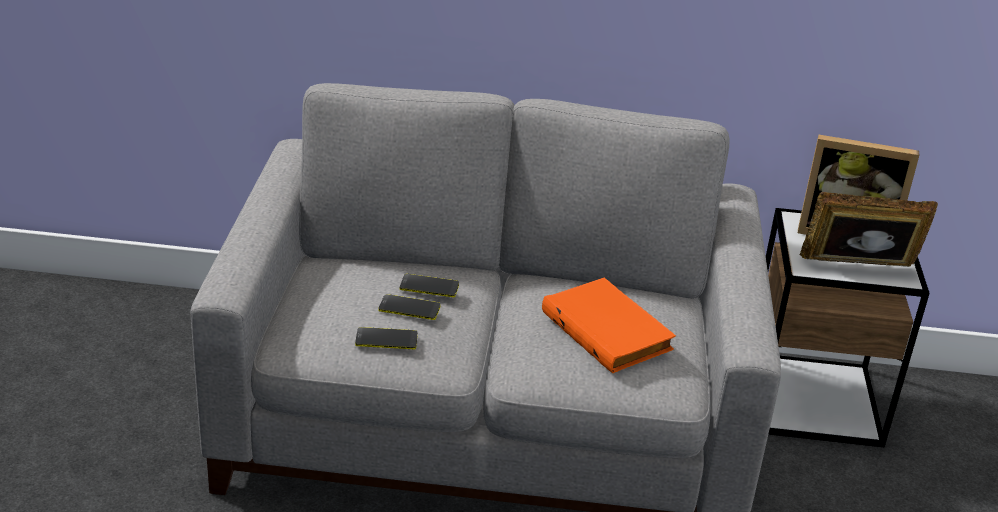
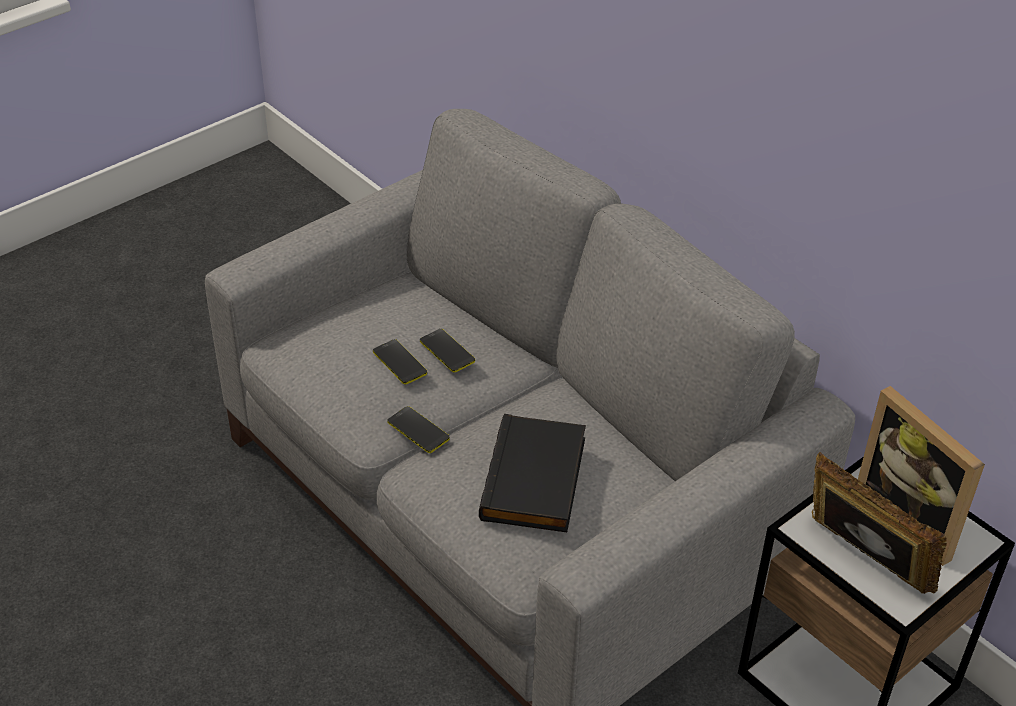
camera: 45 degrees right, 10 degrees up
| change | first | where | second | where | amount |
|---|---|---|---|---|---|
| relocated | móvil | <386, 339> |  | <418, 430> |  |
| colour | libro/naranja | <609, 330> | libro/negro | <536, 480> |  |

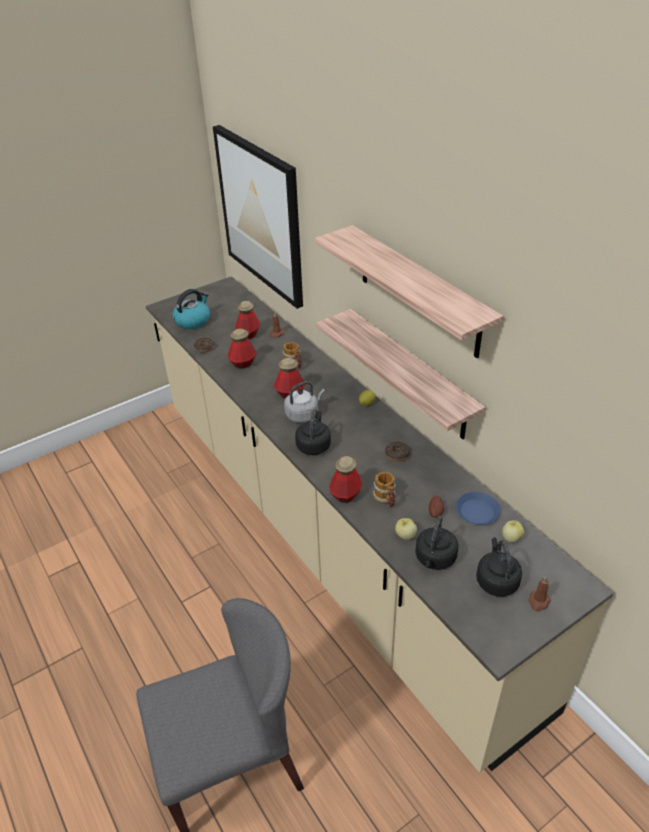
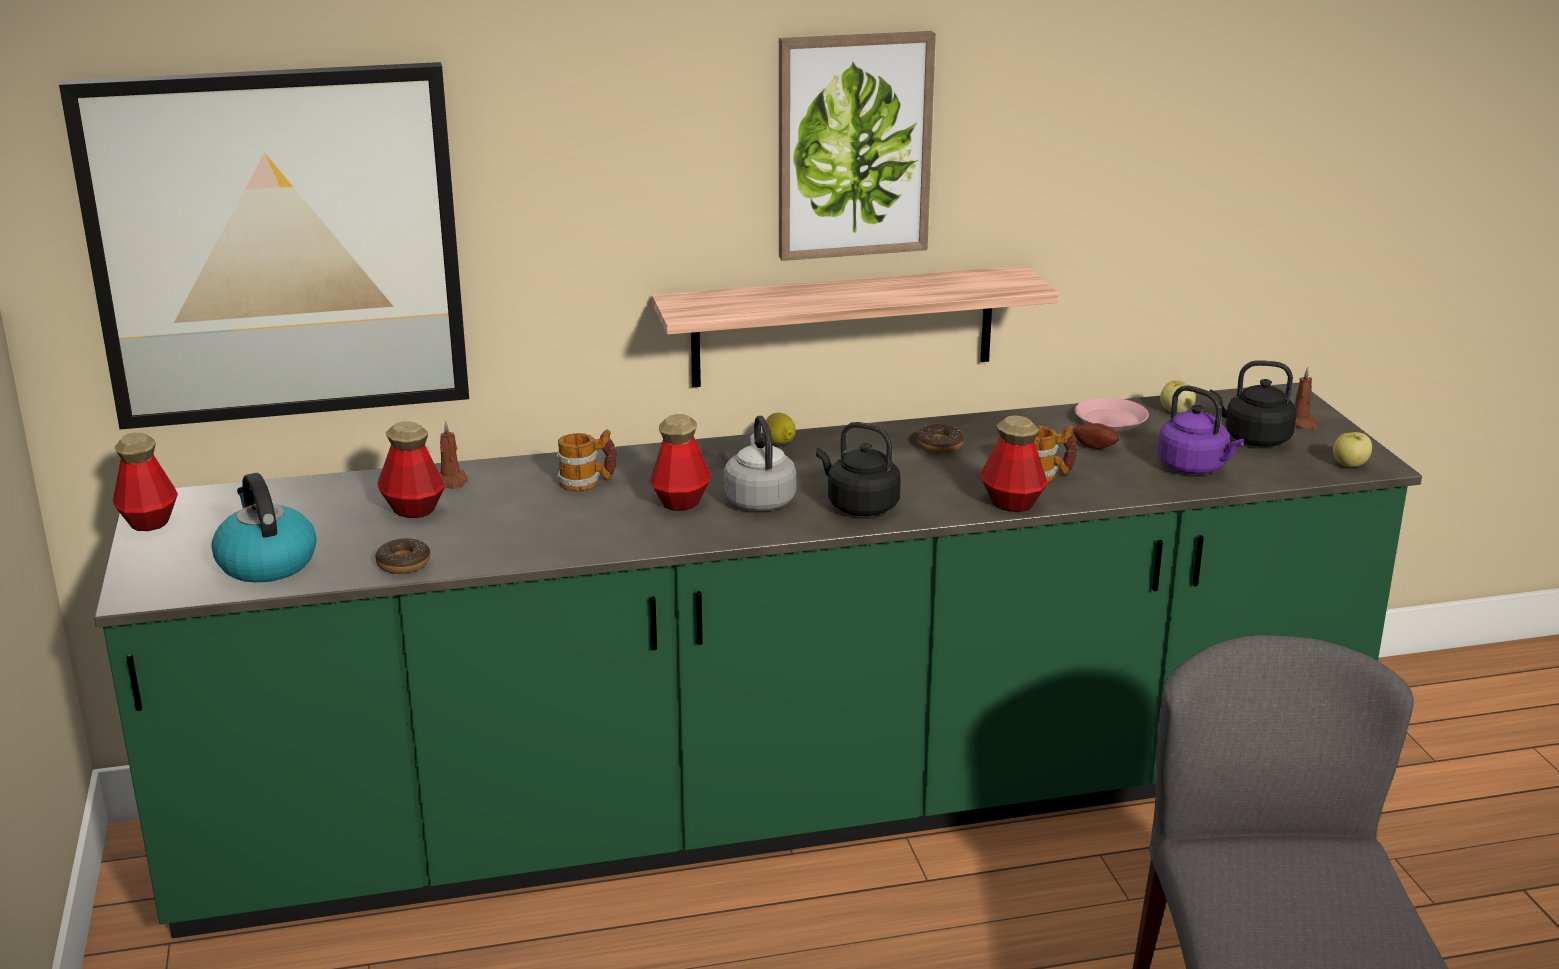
camera: 70 degrees left, 15 degrees down
| change | first | where | second | where | amount |
|---|---|---|---|---|---|
| colour | mueble bajo de cocina/beis | <328, 538> | mueble bajo de cocina/verde | <779, 810> |  |
| relocated | botella | <243, 363> |  | <149, 521> |  |
| exchanged | estante | <418, 291> | cuadro | <853, 145> |  |
| colour | plato/azul | <477, 512> | plato/rosa | <1111, 420> |  |
| colour | hervidor/negro | <434, 559> | hervidor/morado | <1195, 468> |  |
| relocated | manzana | <405, 535> |  | <1350, 465> |  |

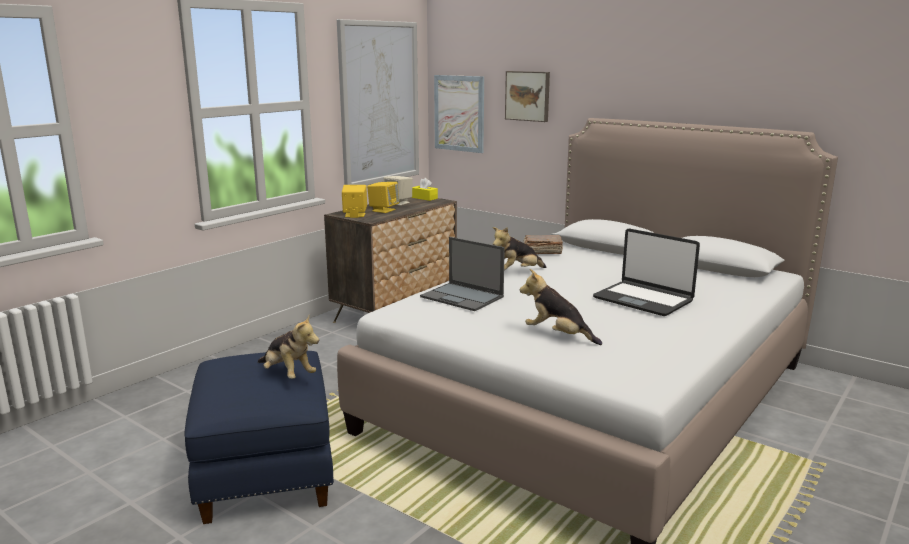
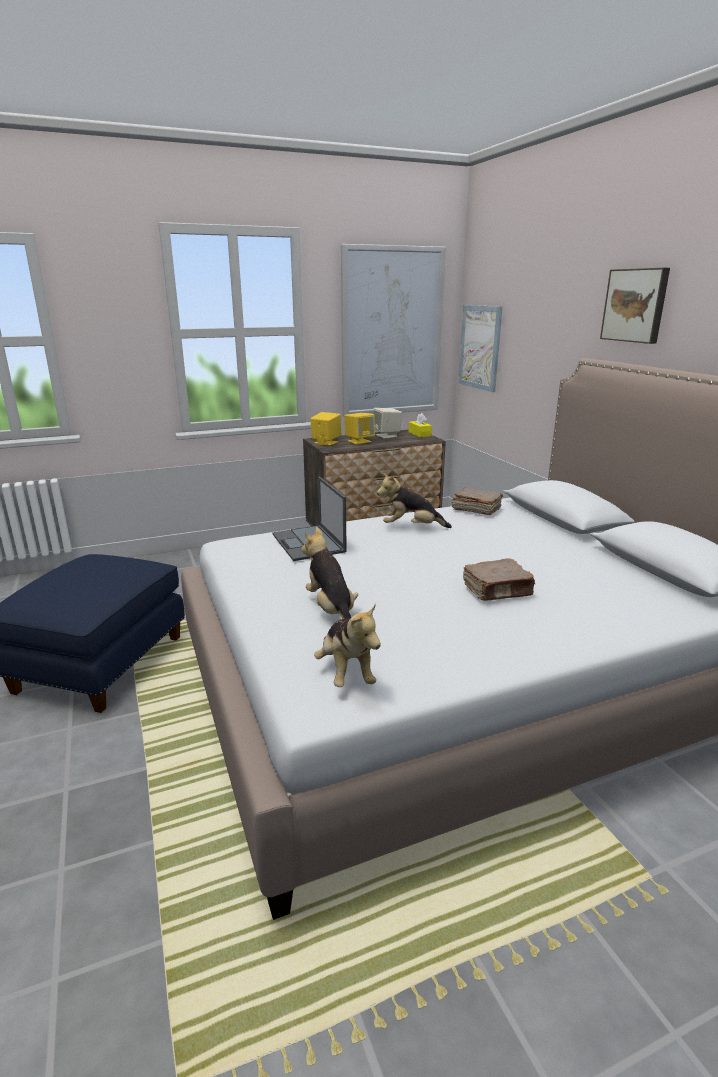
camera: 30 degrees right, 5 degrees up
| change | first | where | second | where | amount |
|---|---|---|---|---|---|
| relocated | peluche | <288, 374> |  | <346, 672> |  |
| exchanged | portátil | <643, 299> | libro/marrón | <498, 591> |  |
| relocated | cuadro | <528, 96> |  | <635, 305> |  |

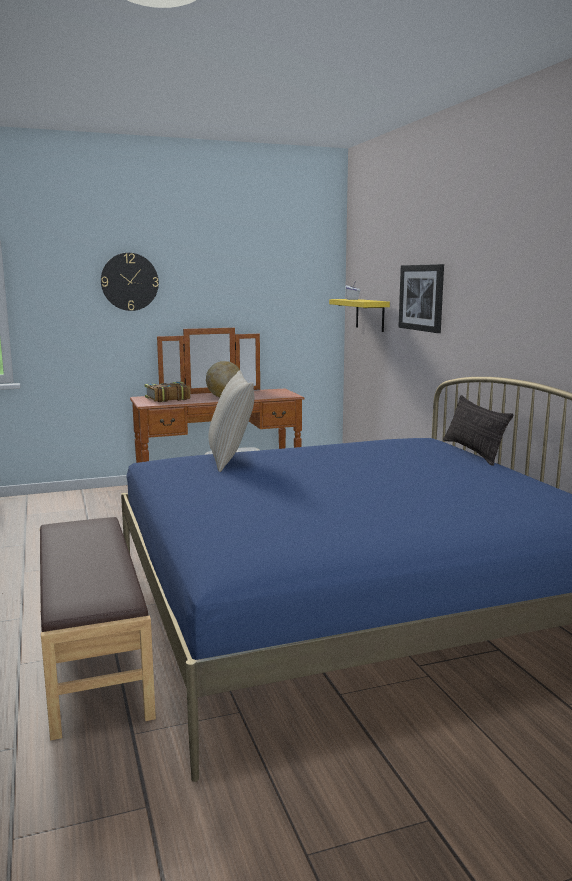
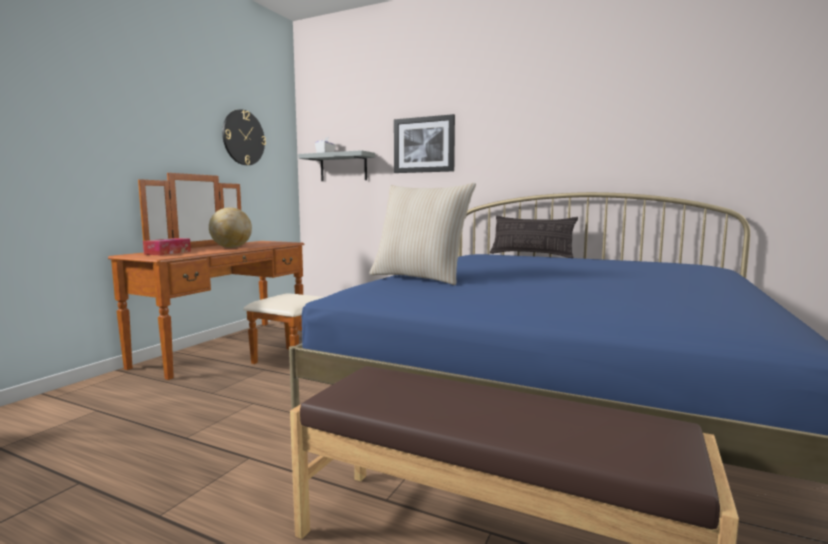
camera: 45 degrees left, 5 degrees down
| change | first | where | second | where | amount |
|---|---|---|---|---|---|
| exchanged | libro | <167, 398> | caja de pañuelos | <168, 253> |  |
| relocated | reloj de pared | <129, 281> |  | <243, 137> |  |
| colour | estante/amarillo | <370, 314> | estante/gris | <343, 167> |  |

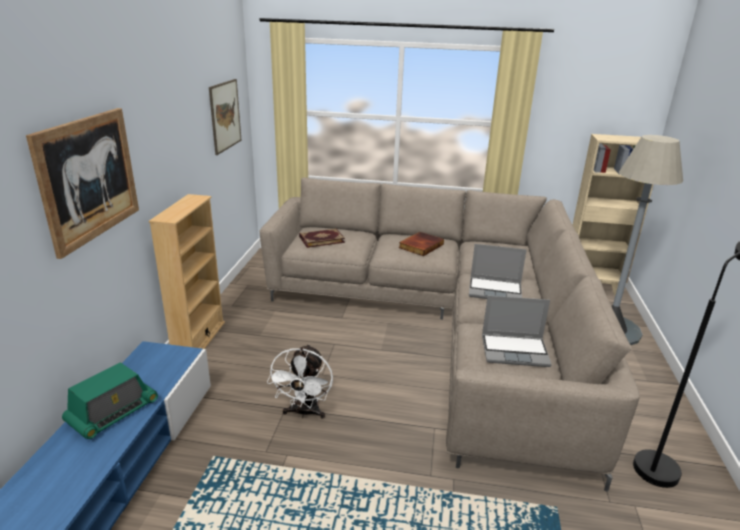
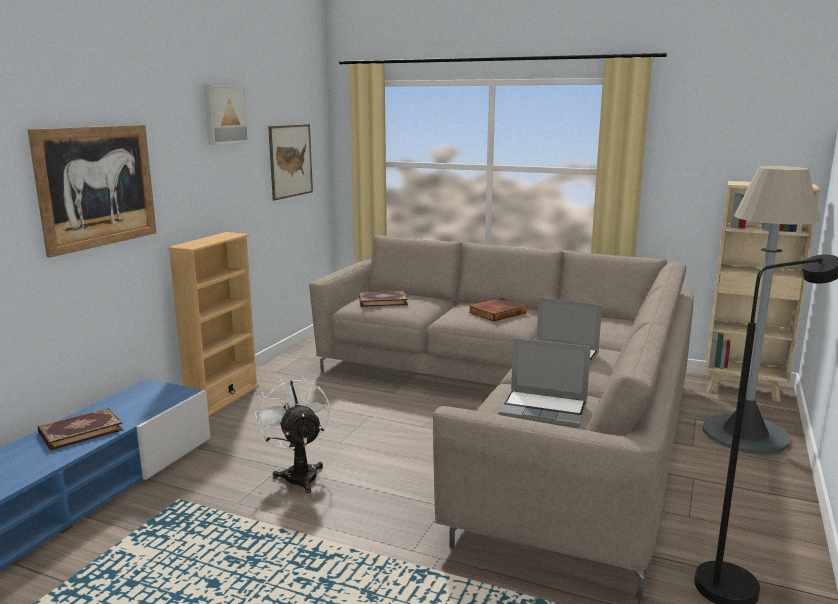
camera: 15 degrees right, 10 degrees down
| change | first | where | second | where | amount |
|---|---|---|---|---|---|
| exchanged | radio | <113, 413> | libro | <80, 431> |  |
| appeared |  |  | cuadro | <224, 114> |  |
| spun | ventilador/blanco | <304, 413> |  | <299, 474> | 135 degrees clockwise |

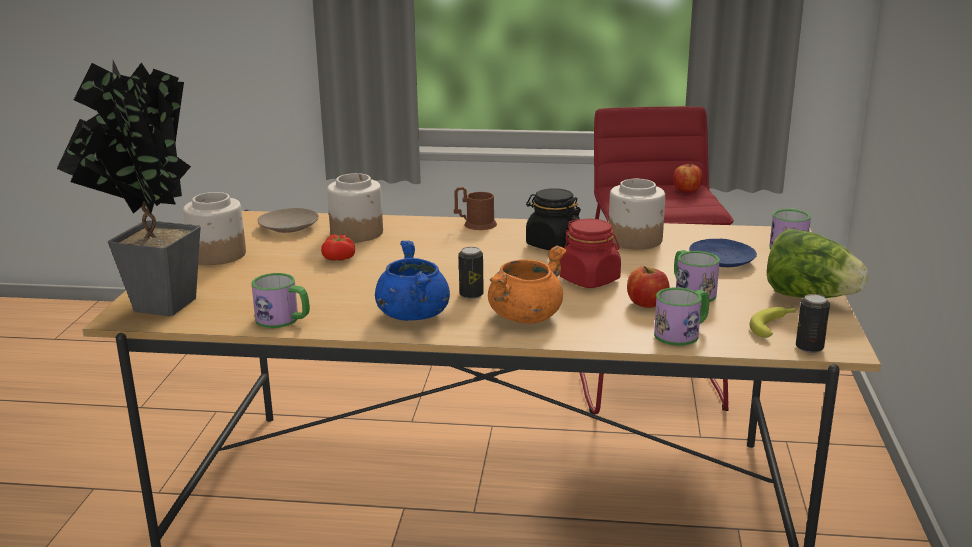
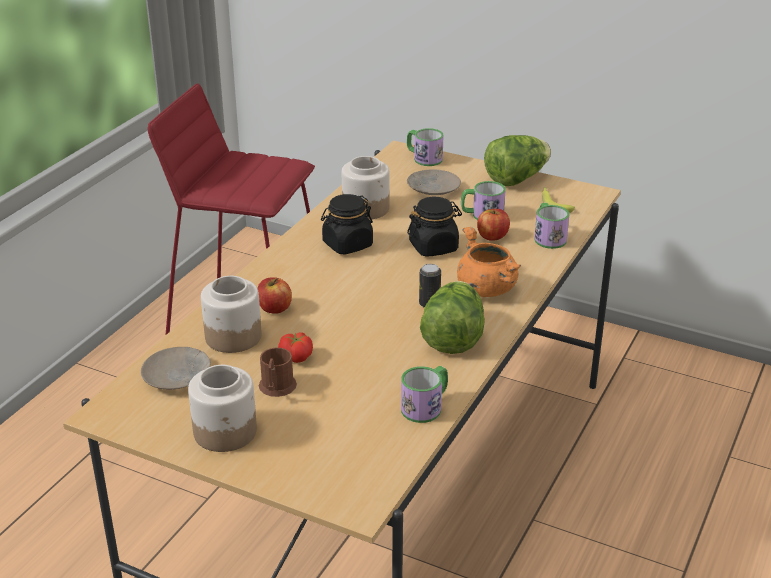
camera: 70 degrees left, 10 degrees up
| change | first | where | second | where | amount |
|---|---|---|---|---|---|
| relocated | manzana | <686, 190> |  | <274, 308> |  |
| relocated | taza grande/marrón | <475, 225> |  | <276, 388> |  |
| colour | plato/azul | <721, 260> | plato/beis | <433, 188> |  |
| colour | tarro/rojo | <590, 280> | tarro/negro | <434, 247> |  |
| exchanged | olla/azul | <413, 314> | lechuga | <453, 338> |  |
| missing | planta en maceta | <154, 307> |  |  |  |
| missing | lata | <809, 347> |  |  |  |

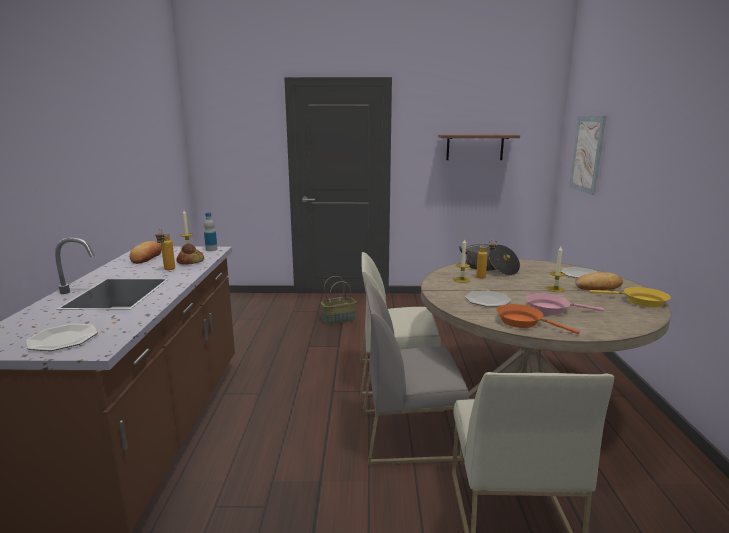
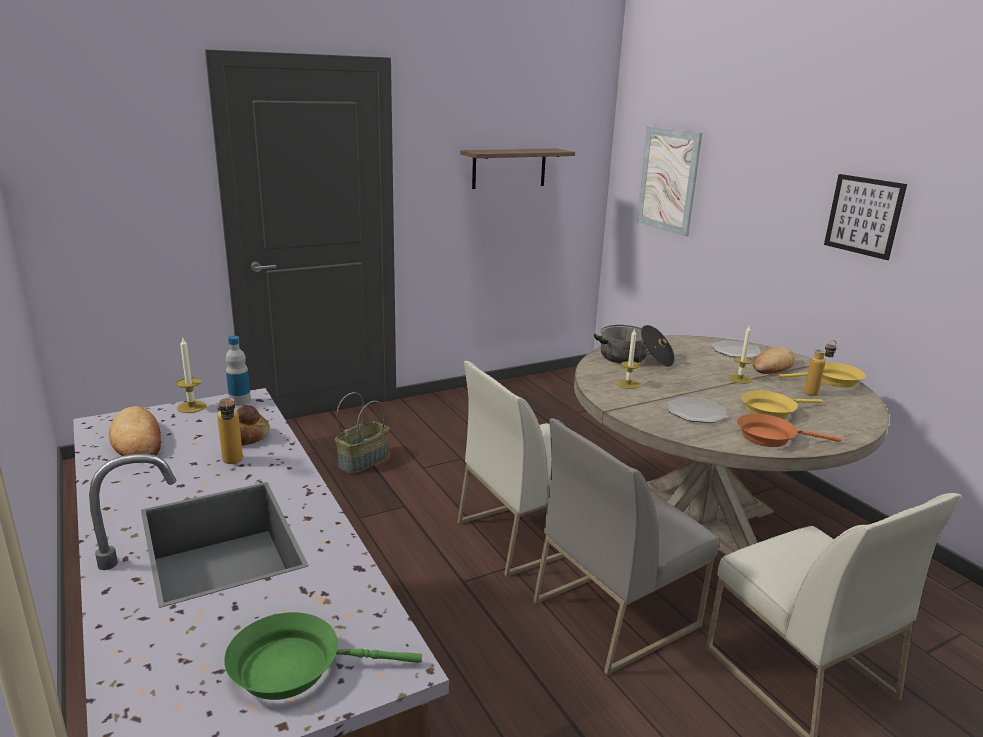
camera: 30 degrees left, 5 degrees up
| change | first | where | second | where | amount |
|---|---|---|---|---|---|
| exchanged | plato | <63, 339> | sartén/verde | <295, 667> |  |
| colour | sartén/rosa | <551, 309> | sartén/amarillo | <771, 410> |  |
| relocated | botella | <485, 277> |  | <815, 392> |  |
| appeared |  |  | cuadro | <864, 216> |  |

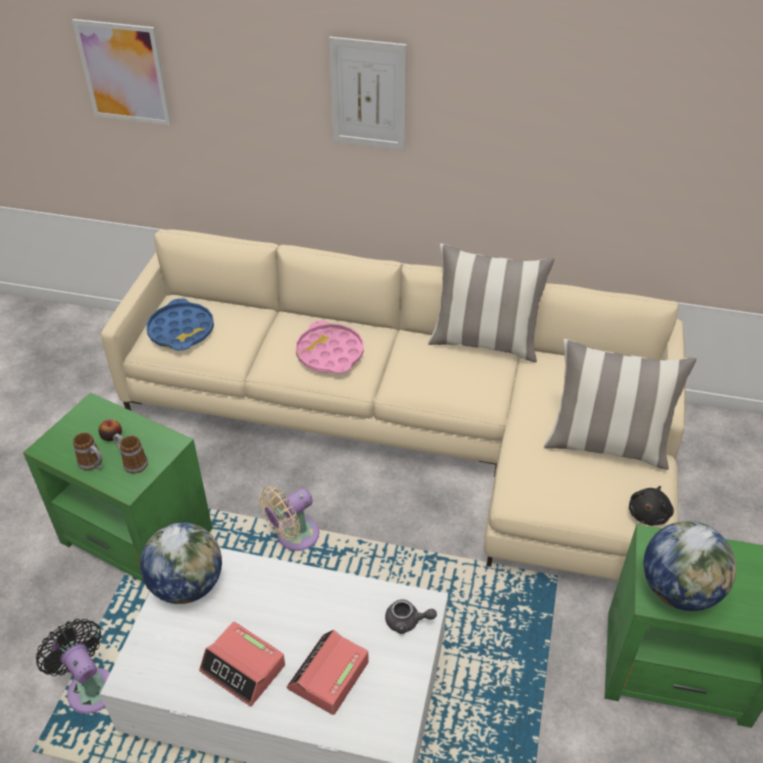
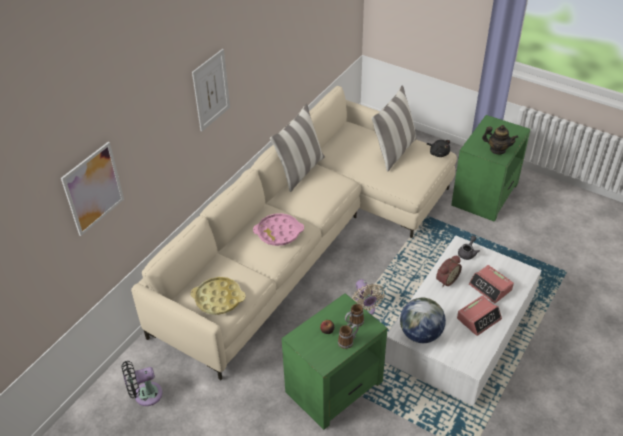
camera: 70 degrees left, 0 degrees up
| change | first | where | second | where | amount |
|---|---|---|---|---|---|
| relocated | ventilador/negro | <89, 687> |  | <145, 395> |  |
| colour | bandeja/azul | <181, 330> | bandeja/amarillo | <218, 299> |  |
| appeared |  |  | despertador | <446, 279> |  |
| exchanged | globo terráqueo | <679, 590> | tetera | <497, 150> |  |

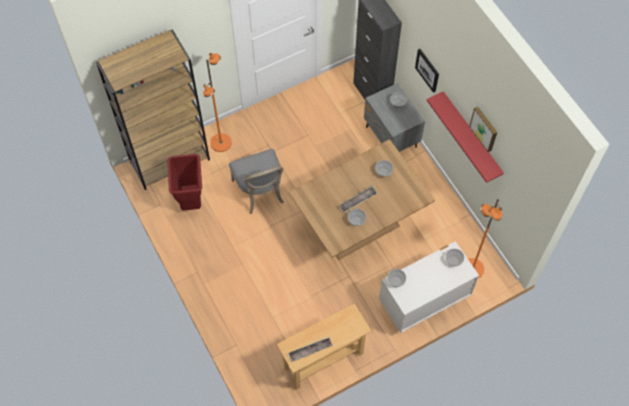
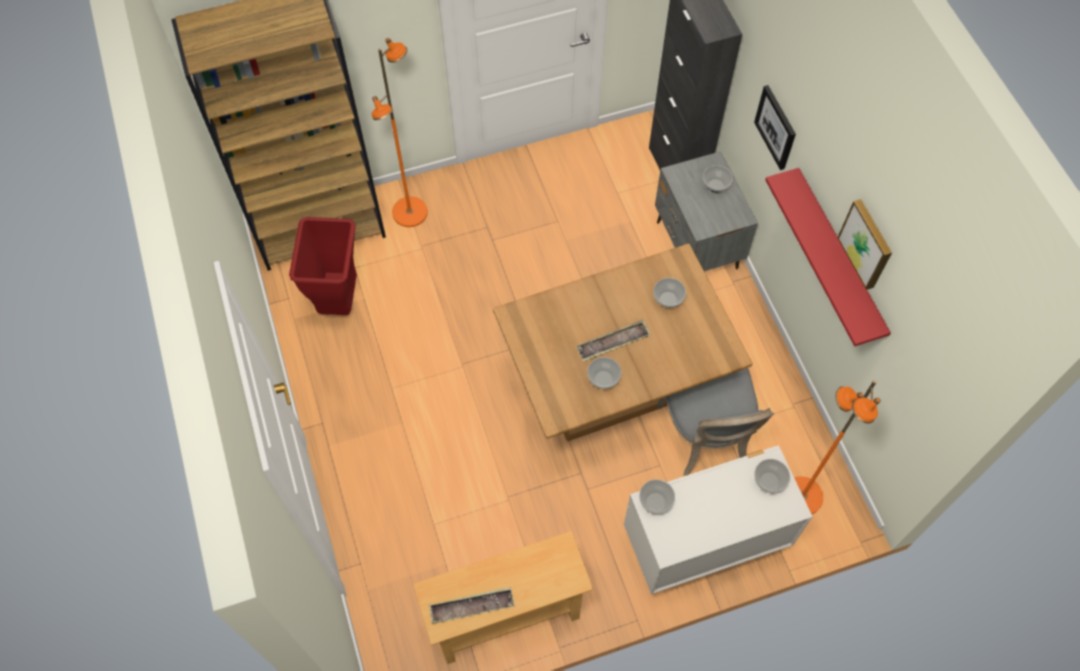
camera: 10 degrees right, 0 degrees up
| change | first | where | second | where | amount |
|---|---|---|---|---|---|
| relocated | silla/gris | <260, 192> |  | <706, 438> |  |

